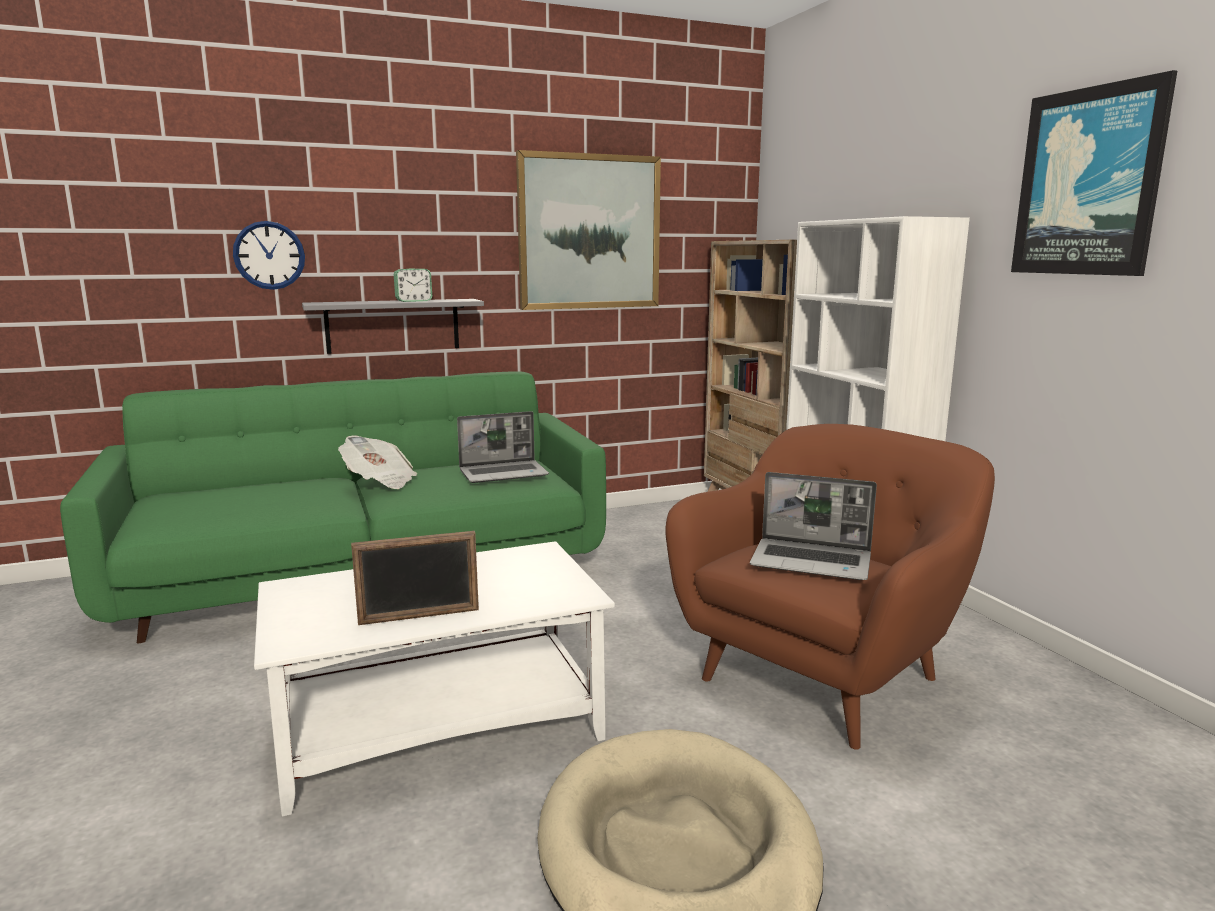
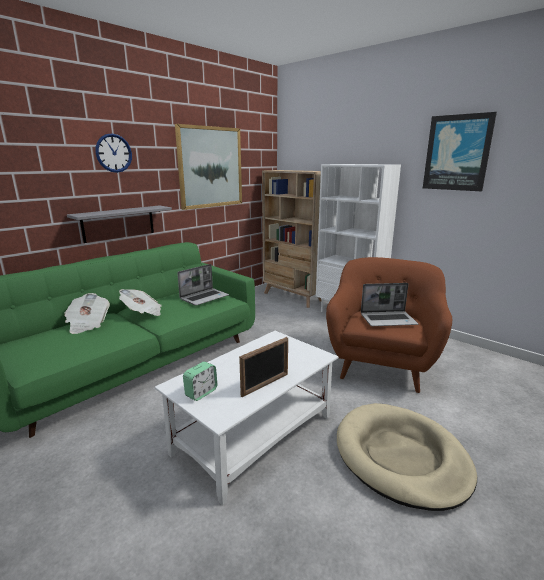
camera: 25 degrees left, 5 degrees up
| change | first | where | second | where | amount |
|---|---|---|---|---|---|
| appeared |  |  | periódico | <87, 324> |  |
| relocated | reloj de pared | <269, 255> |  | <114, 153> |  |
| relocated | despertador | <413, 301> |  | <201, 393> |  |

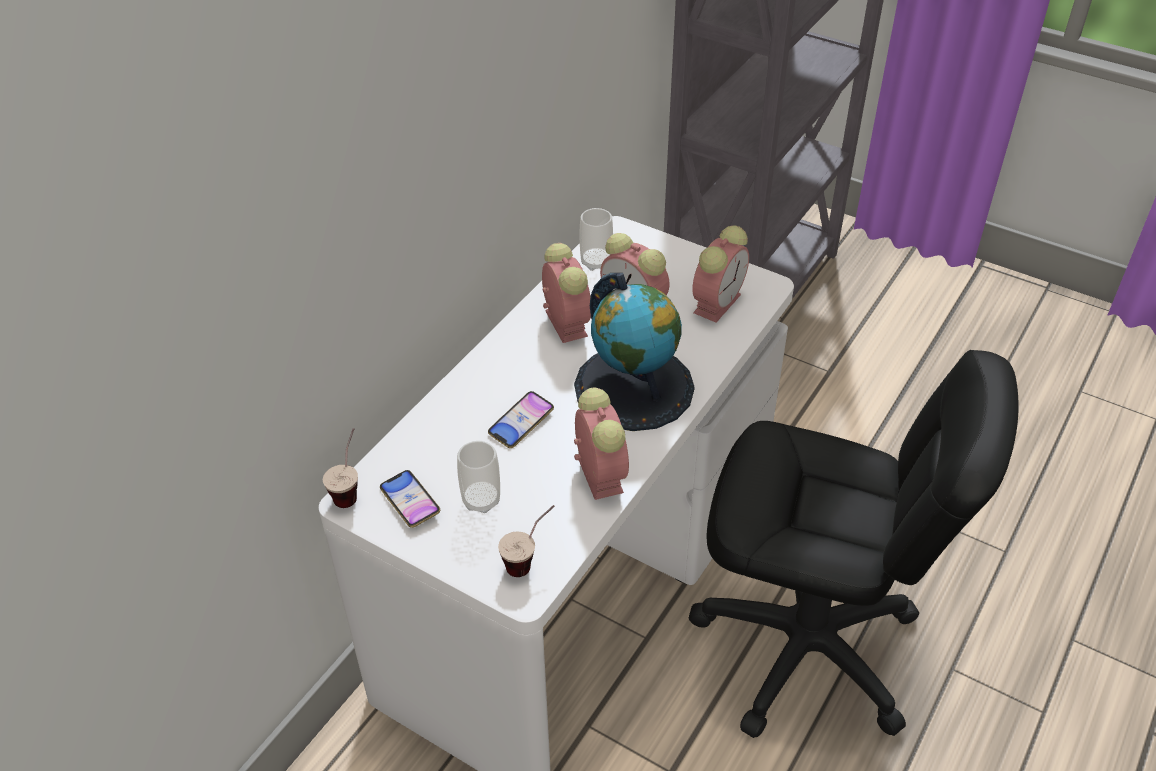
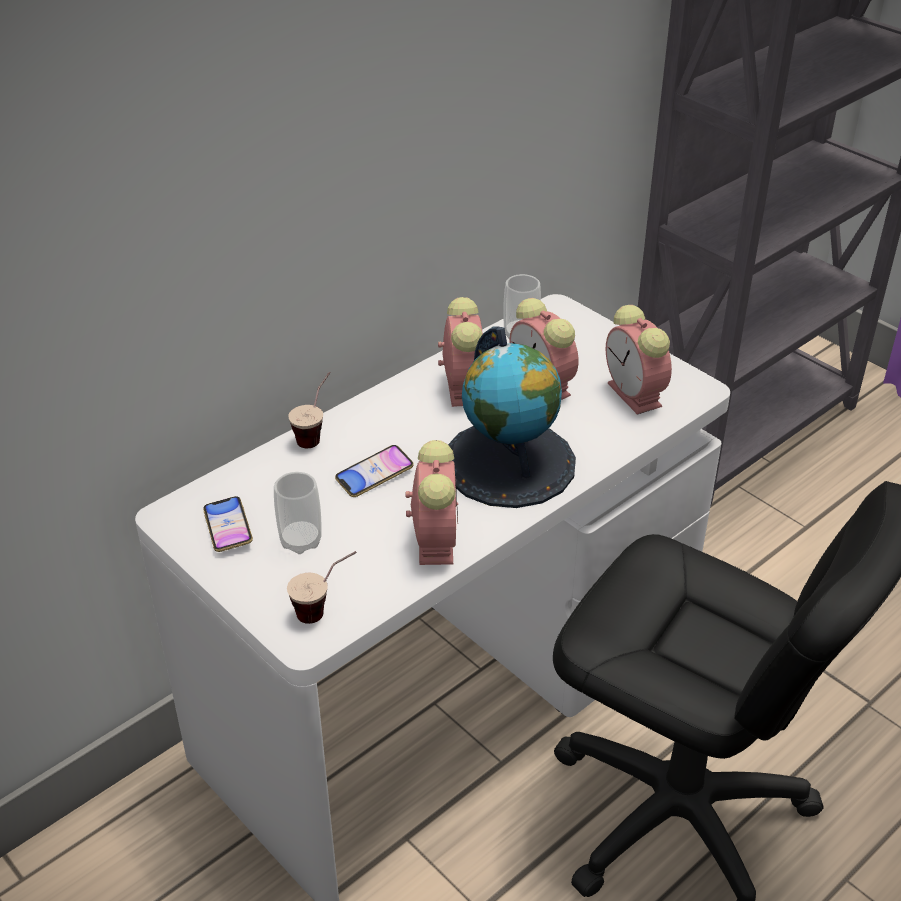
camera: 15 degrees right, 5 degrees down
| change | first | where | second | where | amount |
|---|---|---|---|---|---|
| relocated | taza | <350, 489> |  | <316, 434> |  |
| spun | despertador | <717, 302> |  | <636, 396> | 105 degrees clockwise |

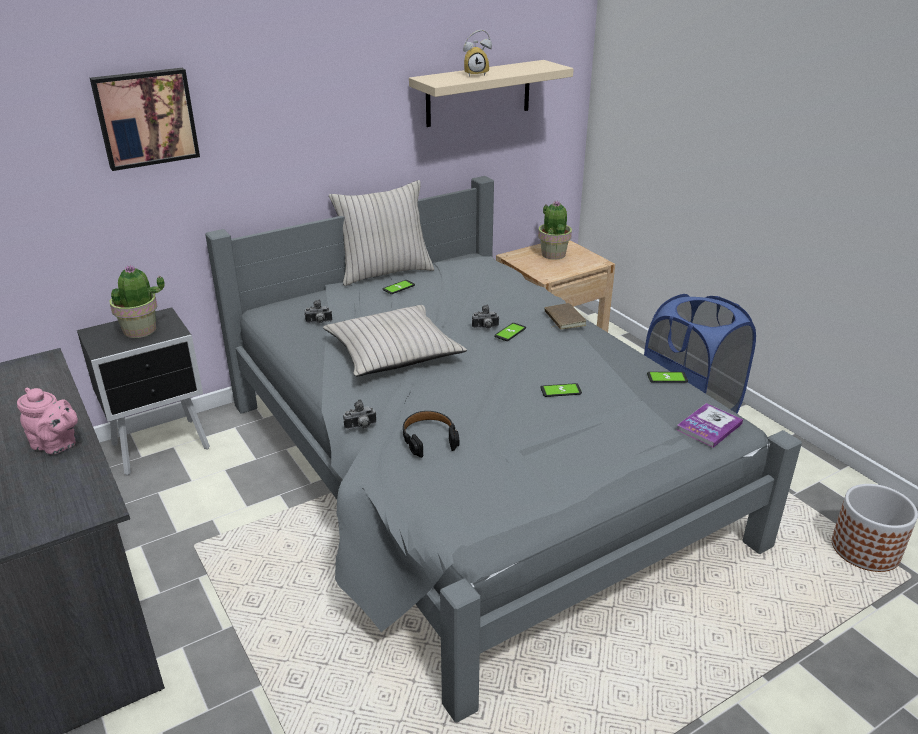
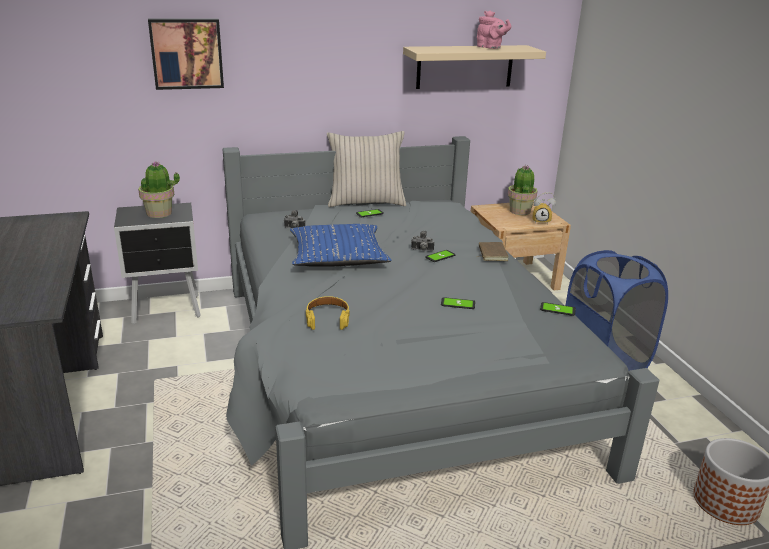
camera: 15 degrees right, 5 degrees down
| change | first | where | second | where | amount |
|---|---|---|---|---|---|
| colour | cojín/beis | <393, 352> | cojín/azul | <337, 256> |  |
| colour | auriculares/negro | <429, 438> | auriculares/amarillo | <327, 318> |  |
| relocated | tetera/rosa | <57, 445> |  | <490, 48> |  |
| relocated | despertador | <476, 74> |  | <541, 221> |  |
| missing | cámara | <361, 427> |  |  |  |
| missing | libro | <709, 427> |  |  |  |

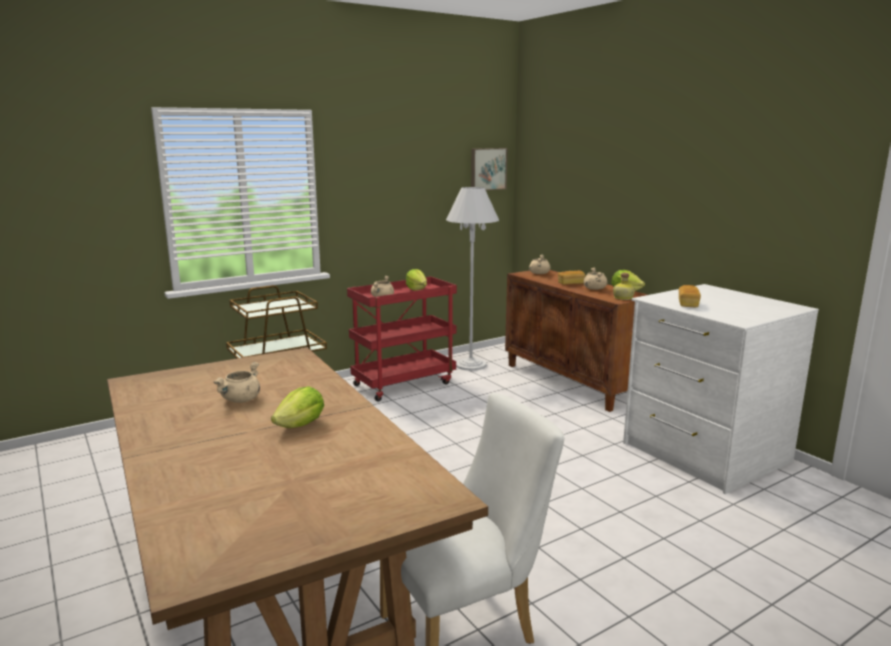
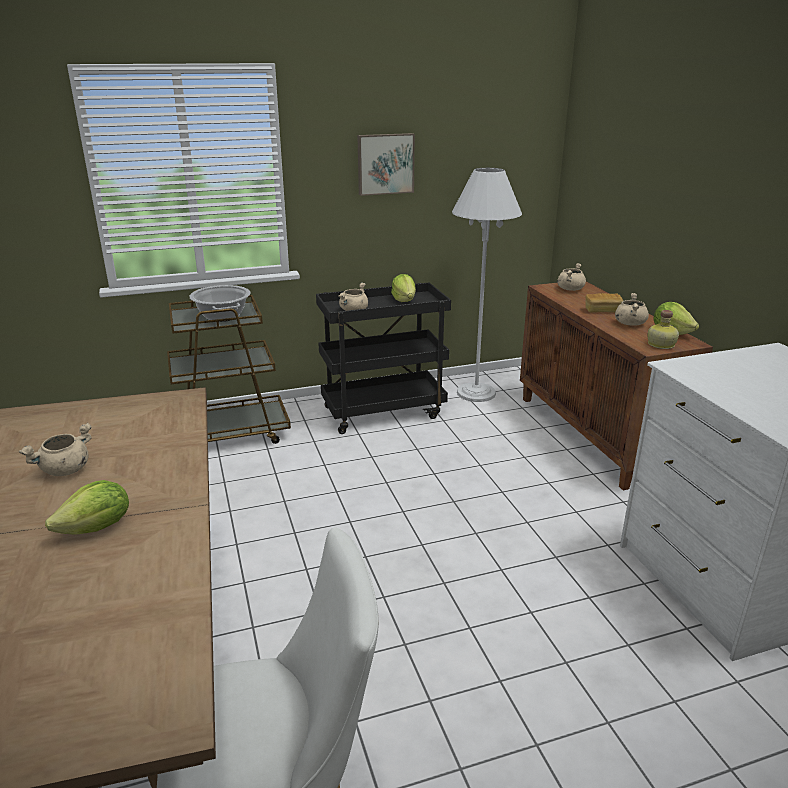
camera: 15 degrees right, 10 degrees up
| change | first | where | second | where | amount |
|---|---|---|---|---|---|
| appeared |  |  | olla | <222, 316> |  |
| colour | carrito/rojo | <404, 383> | carrito/negro | <383, 411> |  |
| relocated | cuadro | <487, 169> |  | <385, 164> |  |
| missing | pan | <688, 304> |  |  |  |

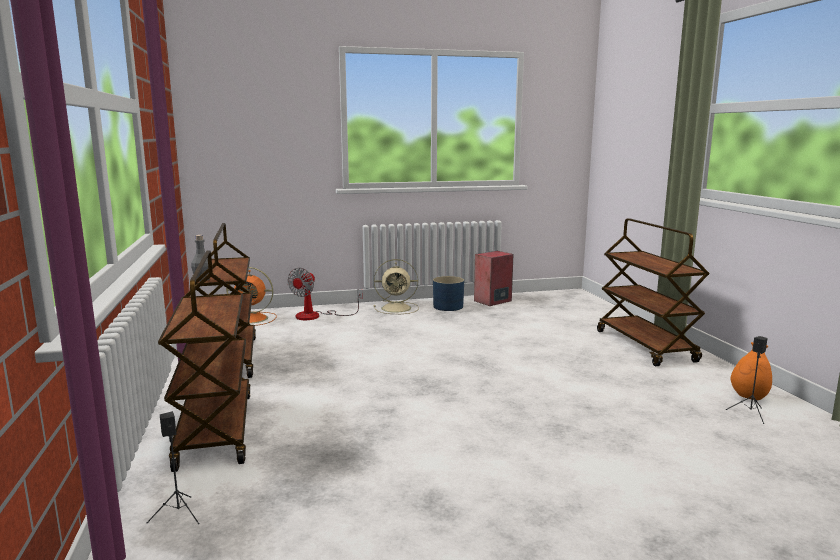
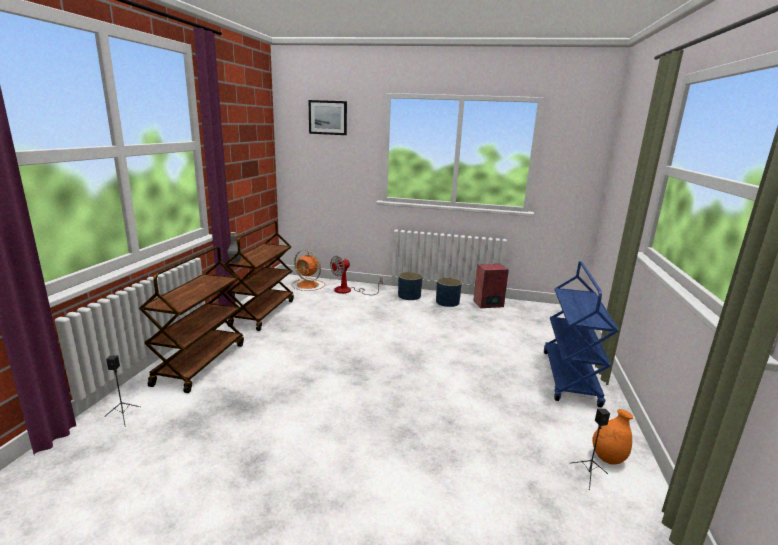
camera: 25 degrees right, 5 degrees up
| change | first | where | second | where | amount |
|---|---|---|---|---|---|
| appeared |  |  | cuadro | <328, 117> |  |
| exchanged | ventilador/beis | <397, 308> | maceta/azul | <409, 296> |  |
| colour | carrito/marrón | <645, 346> | carrito/azul | <570, 378> |  |

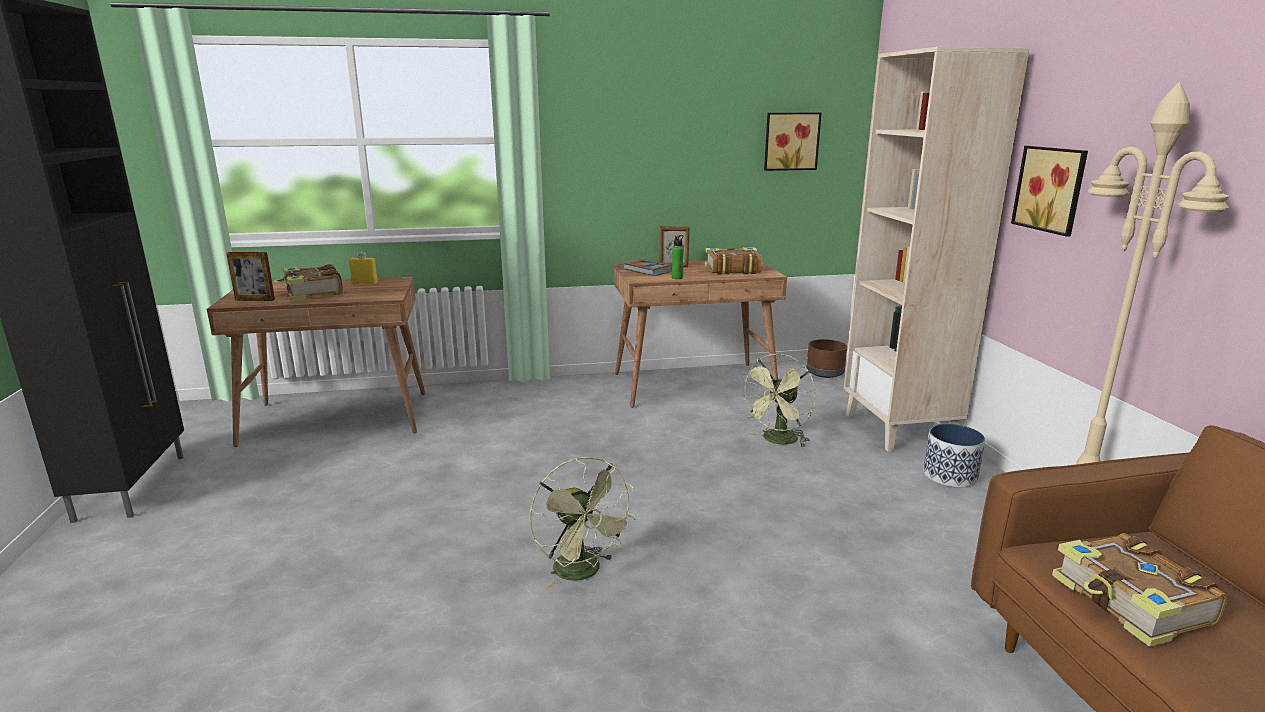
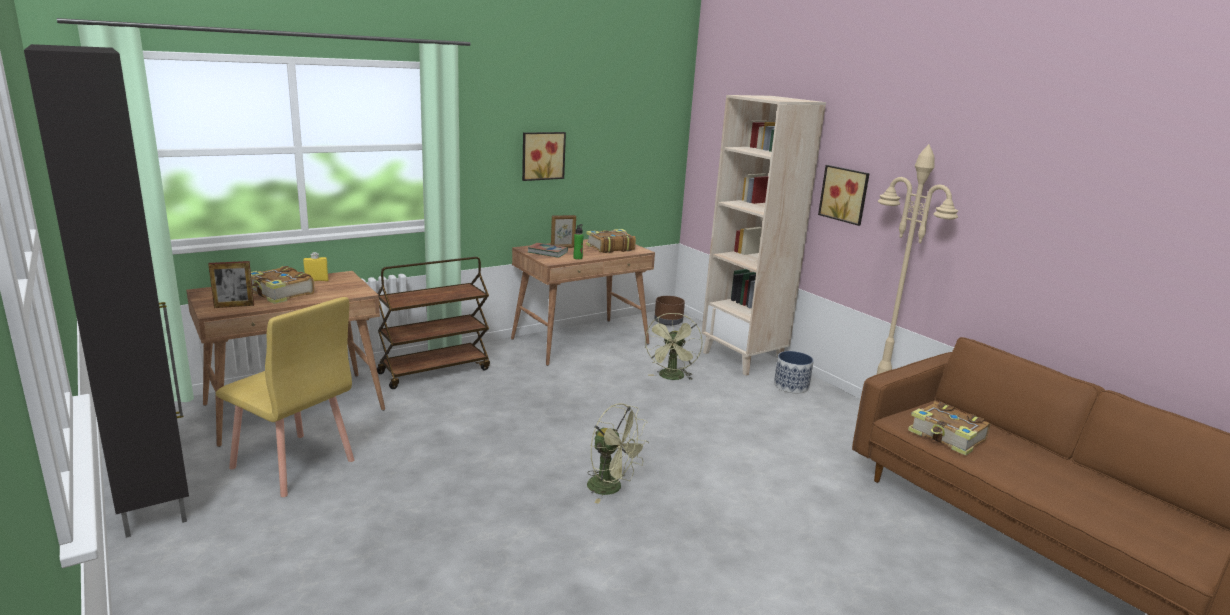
camera: 25 degrees left, 0 degrees up
| change | first | where | second | where | amount |
|---|---|---|---|---|---|
| appeared |  |  | silla/amarillo | <293, 465> |  |
| appeared |  |  | carrito/marrón | <434, 371> |  |
| relocated | cuadro | <790, 141> |  | <542, 155> |  |

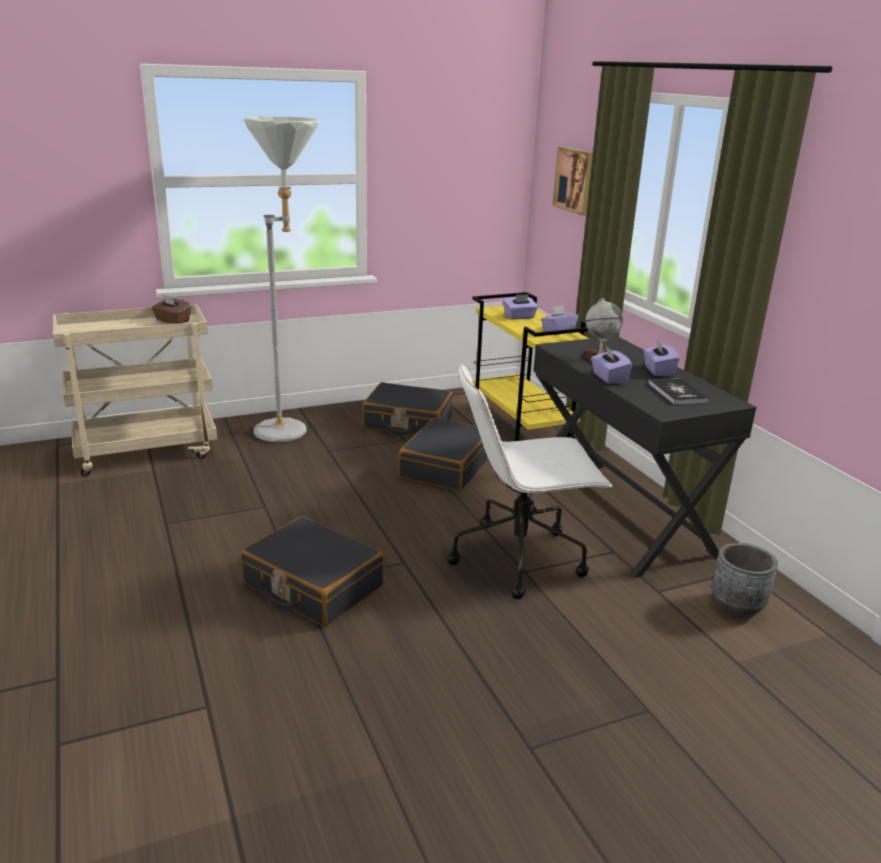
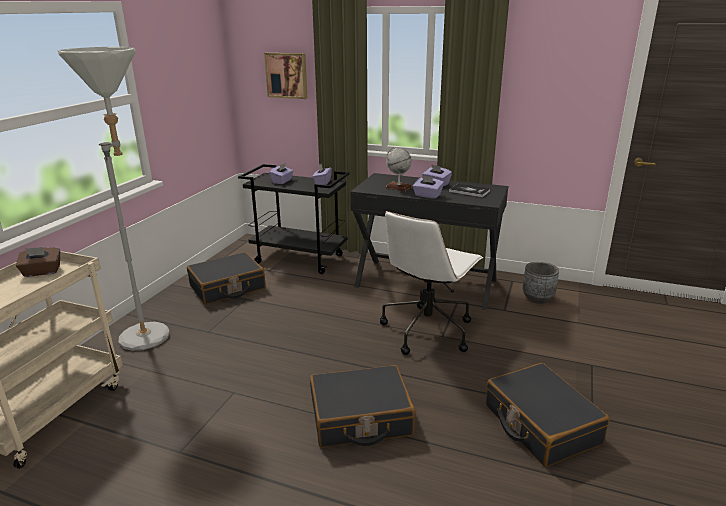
camera: 45 degrees left, 0 degrees up
| change | first | where | second | where | amount |
|---|---|---|---|---|---|
| colour | carrito/amarillo | <522, 427> | carrito/negro | <300, 259> |  |
| relocated | maleta/negro | <445, 466> |  | <540, 424> |  |

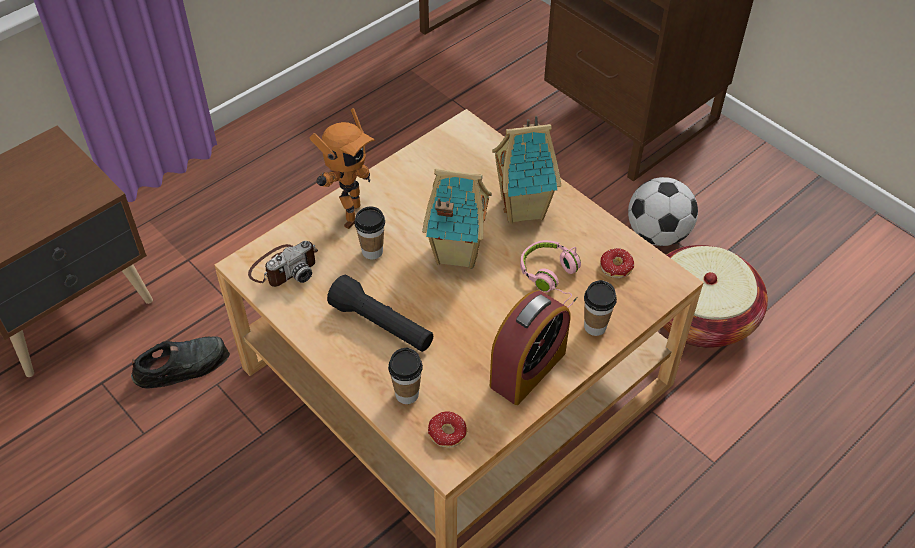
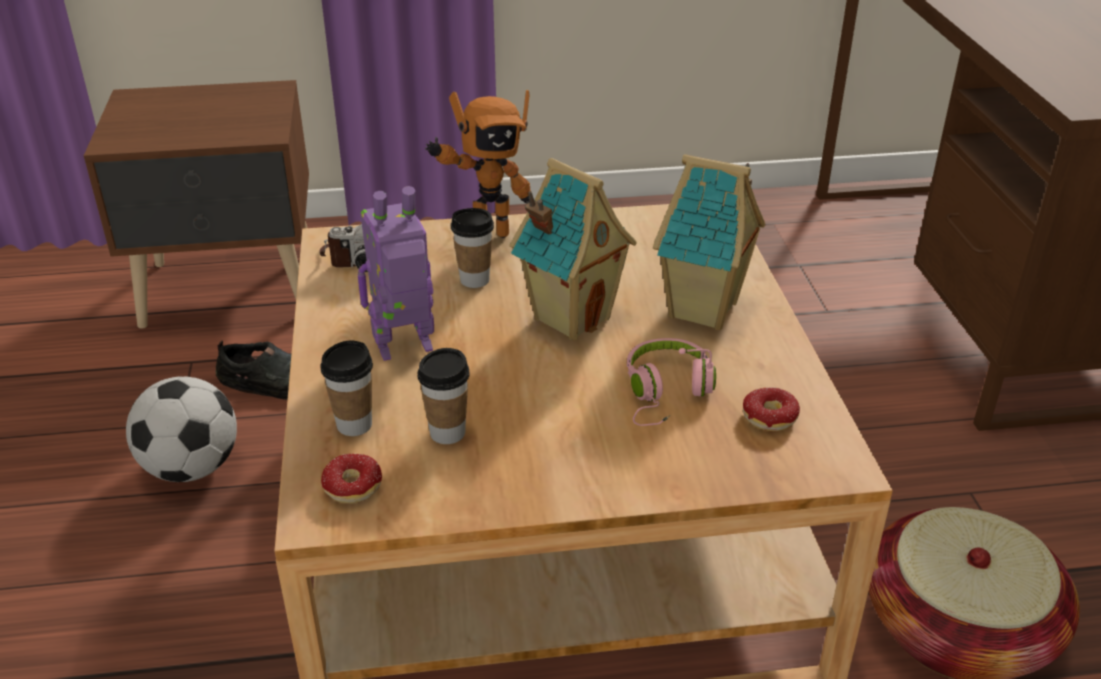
camera: 35 degrees right, 15 degrees down
| change | first | where | second | where | amount |
|---|---|---|---|---|---|
| relocated | balón de fútbol | <657, 234> |  | <192, 468> |  |
| exchanged | linterna/negro | <382, 325> | robot de juguete | <405, 349> |  |
| relocated | taza | <595, 327> |  | <447, 433> |  |
| missing | despertador | <528, 369> |  |  |  |

